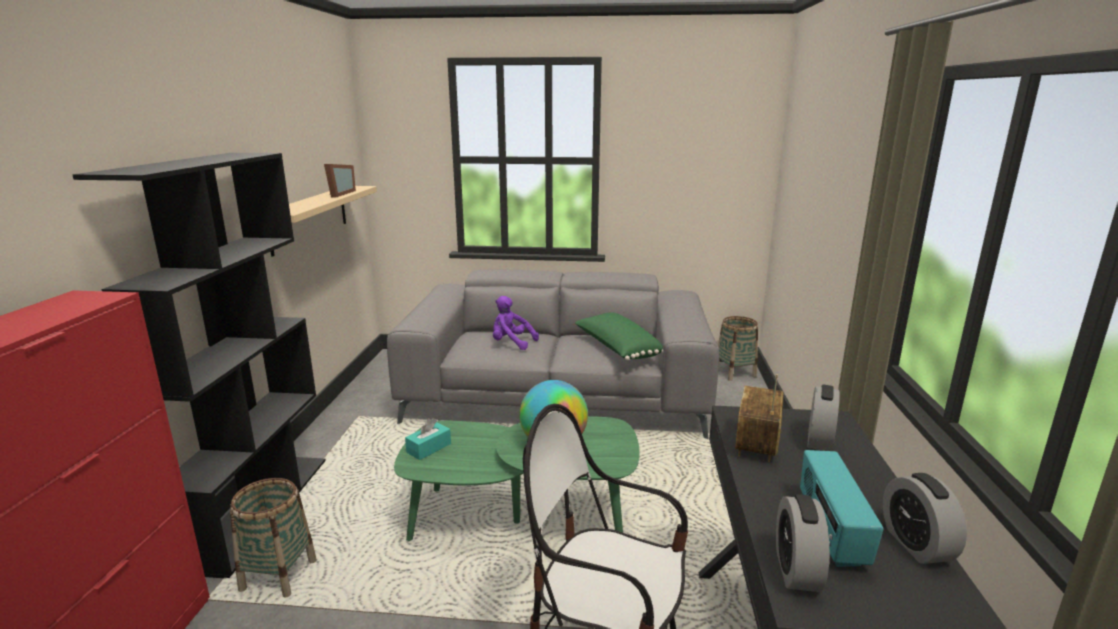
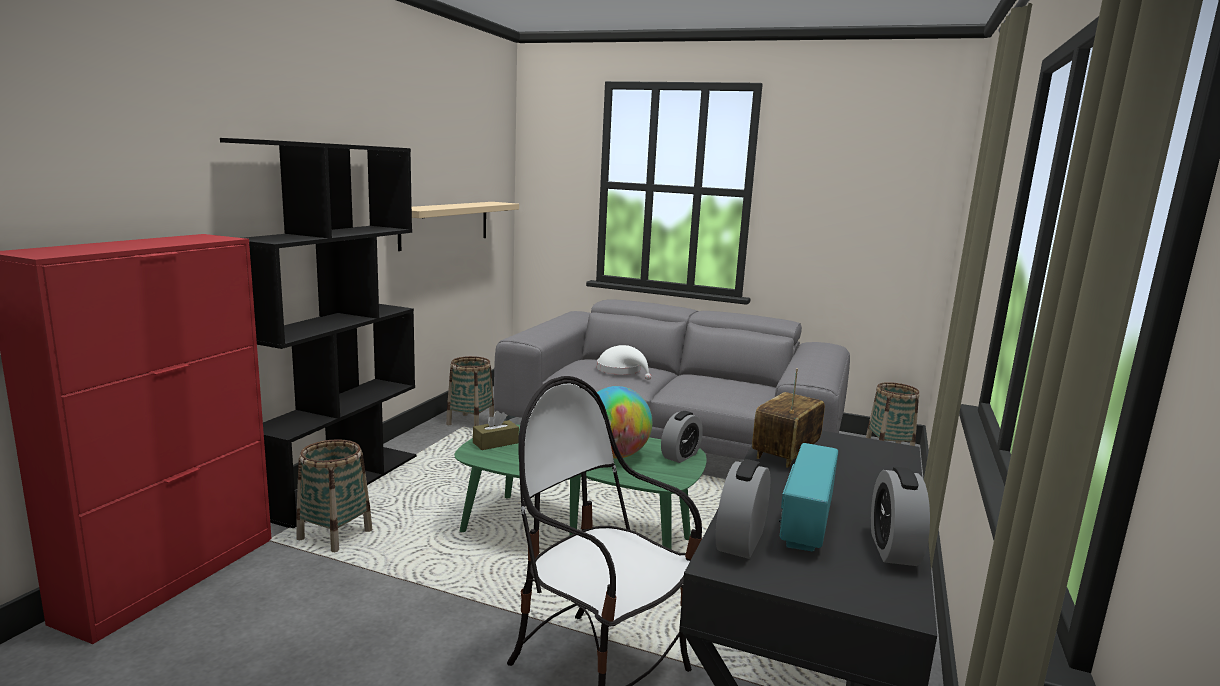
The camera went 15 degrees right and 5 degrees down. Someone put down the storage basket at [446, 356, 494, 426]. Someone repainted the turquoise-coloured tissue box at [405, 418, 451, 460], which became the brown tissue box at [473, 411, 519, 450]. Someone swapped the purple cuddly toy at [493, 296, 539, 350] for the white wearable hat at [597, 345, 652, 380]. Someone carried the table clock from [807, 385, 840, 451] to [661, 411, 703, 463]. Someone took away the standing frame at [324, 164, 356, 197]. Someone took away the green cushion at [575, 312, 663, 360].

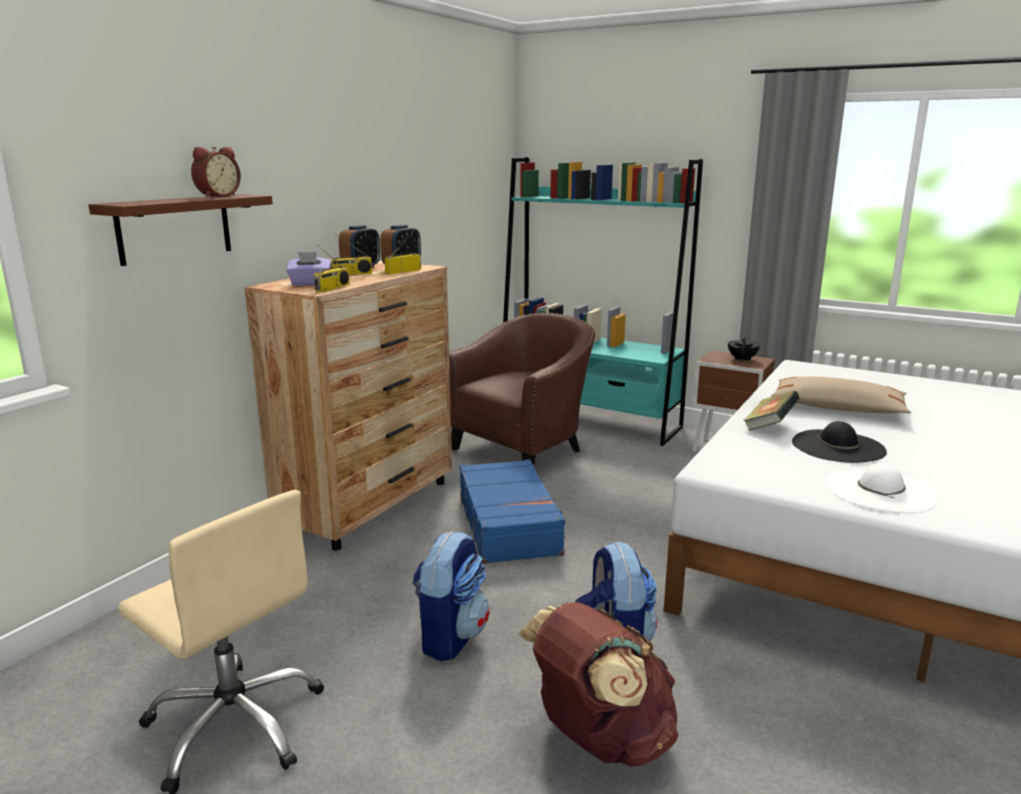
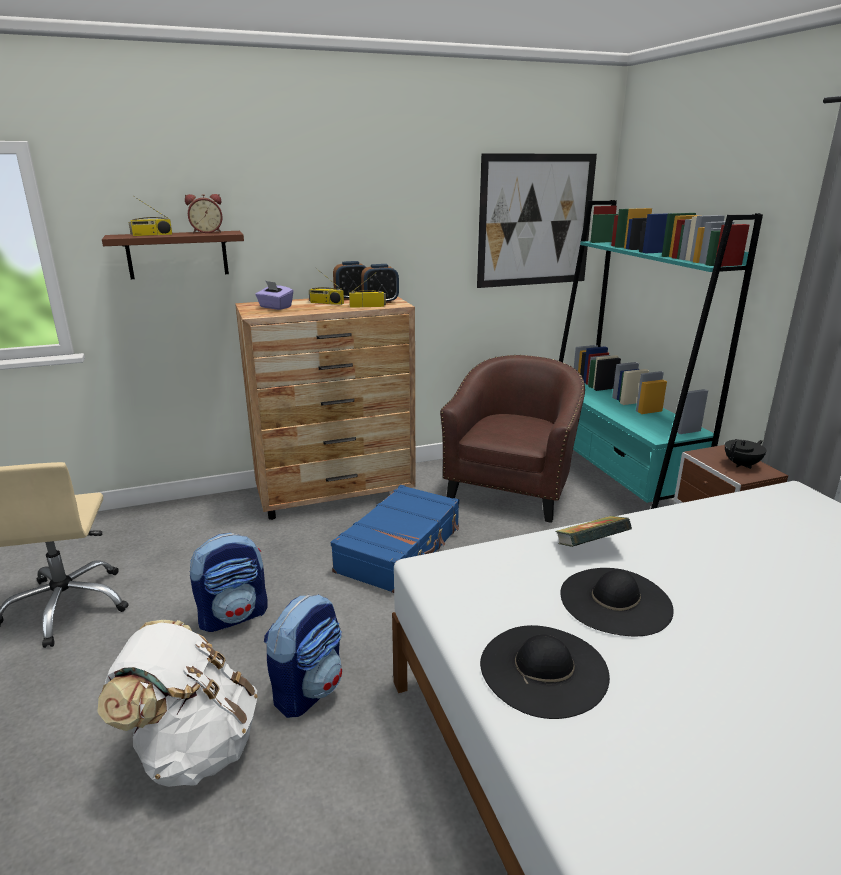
The camera went 40 degrees right and 5 degrees up. Someone repainted the brown rucksack at [517, 602, 678, 767], which became the white rucksack at [97, 620, 257, 787]. Someone carried the radio from [314, 244, 350, 292] to [129, 197, 172, 236]. Someone rotated the brown armchair at [449, 312, 595, 466] by 60 degrees counterclockwise. Someone put up the wall picture at [477, 153, 597, 288]. Someone repainted the white wearable hat at [827, 463, 937, 513], which became the black wearable hat at [480, 625, 610, 719]. Someone took away the beige-coloured cushion at [771, 376, 911, 413].

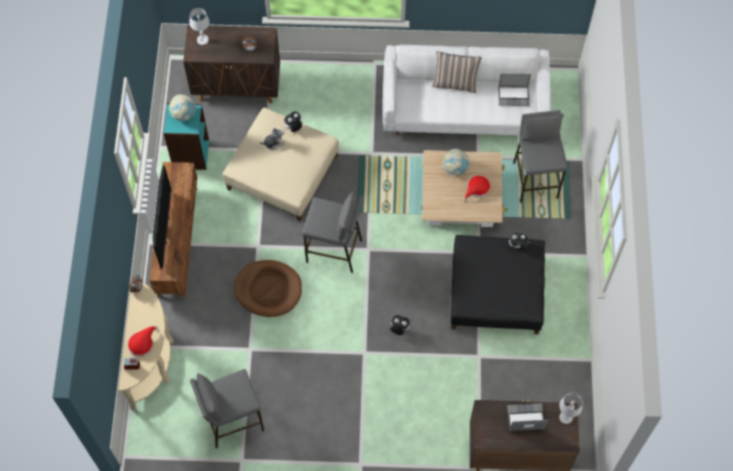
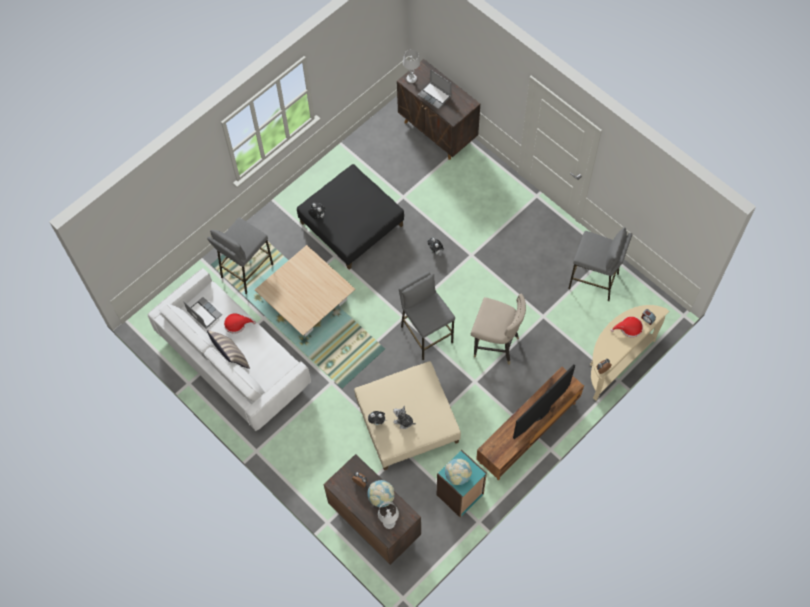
The camera went 135 degrees left and 0 degrees up. Someone carried the red wearable hat from [463, 175, 490, 202] to [224, 313, 256, 334]. Someone carried the globe from [443, 149, 470, 175] to [367, 480, 394, 507]. Someone swapped the brown dog cushion at [234, 260, 302, 317] for the beige-coloured sitting stool at [471, 294, 526, 364].

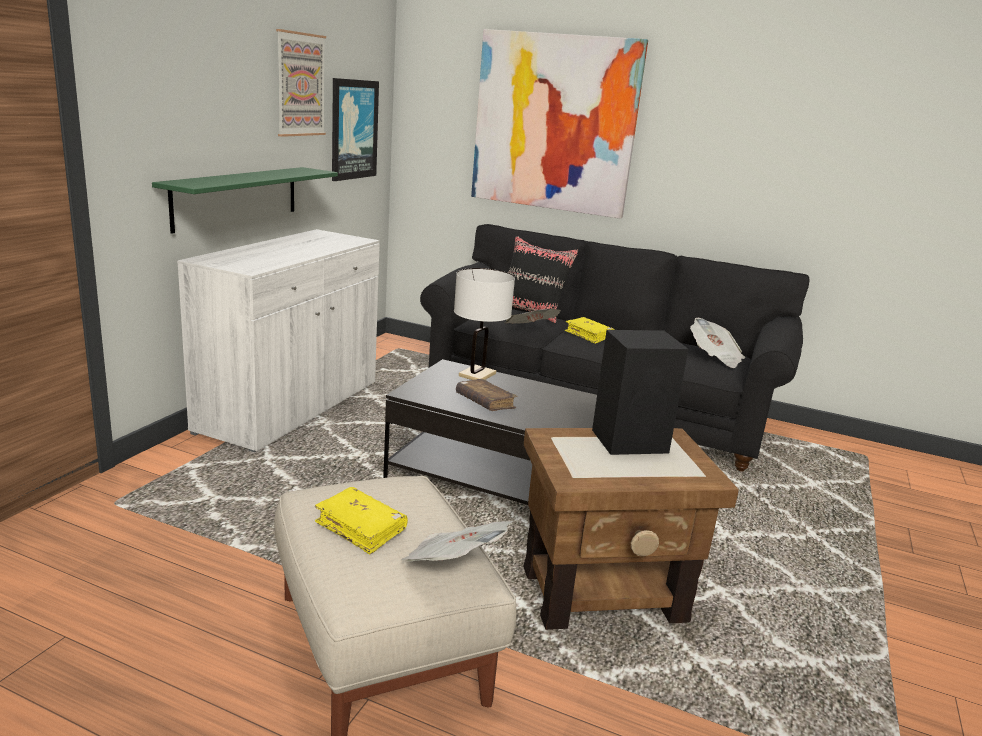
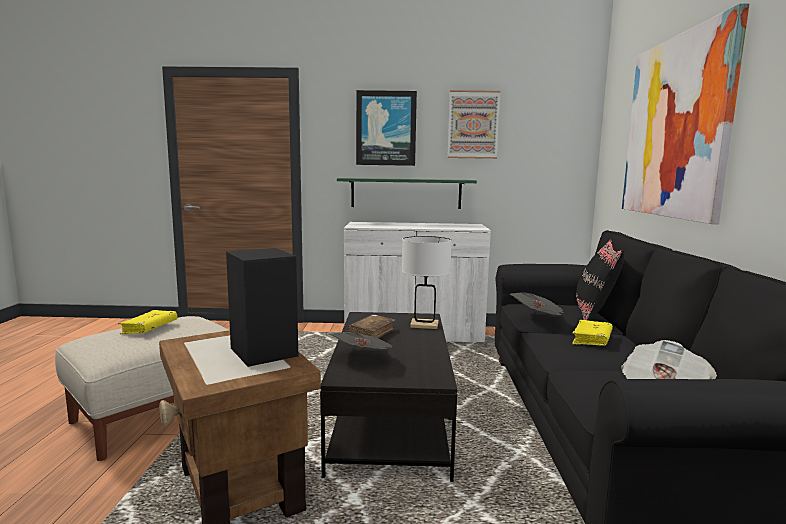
The camera went 70 degrees right and 10 degrees down. Someone carried the printed paper from [401, 521, 513, 561] to [329, 332, 392, 349]. Someone carried the wall picture from [332, 78, 379, 181] to [356, 90, 417, 166].

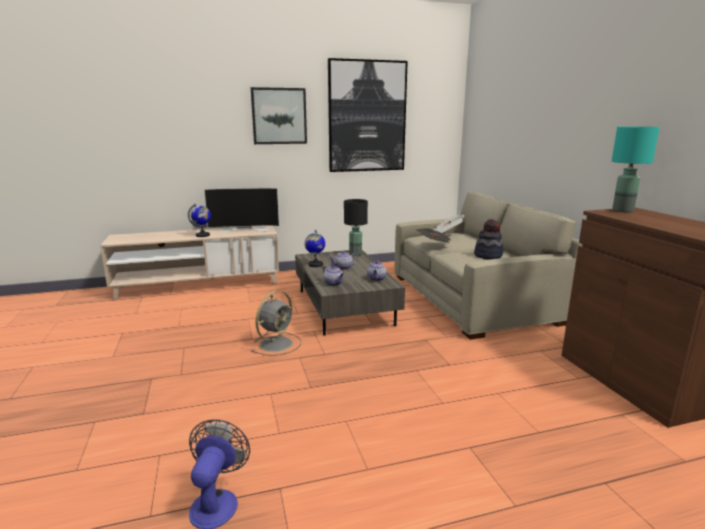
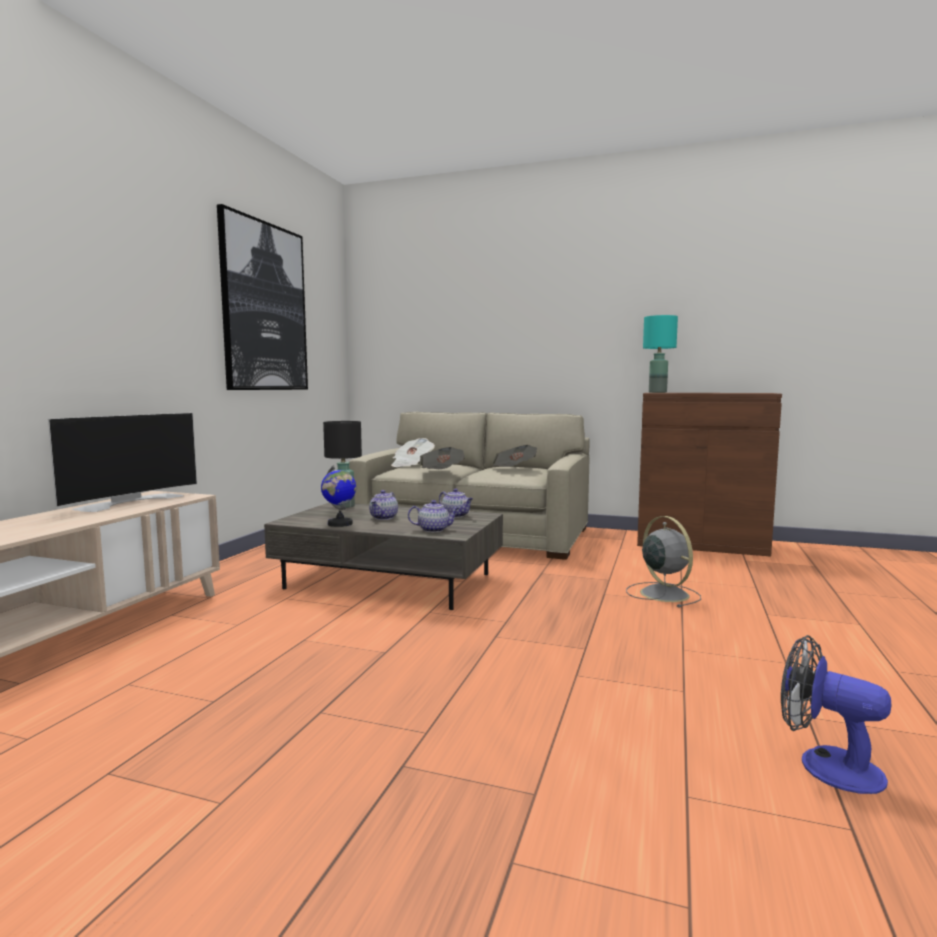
The camera went 55 degrees left and 10 degrees down. Someone swapped the wearable hat at [474, 219, 503, 260] for the printed paper at [492, 445, 538, 467]. Someone carried the grey electric fan from [251, 291, 301, 356] to [626, 516, 701, 608]. Someone took away the globe at [188, 204, 211, 237]. Someone took away the wall picture at [251, 87, 307, 144].

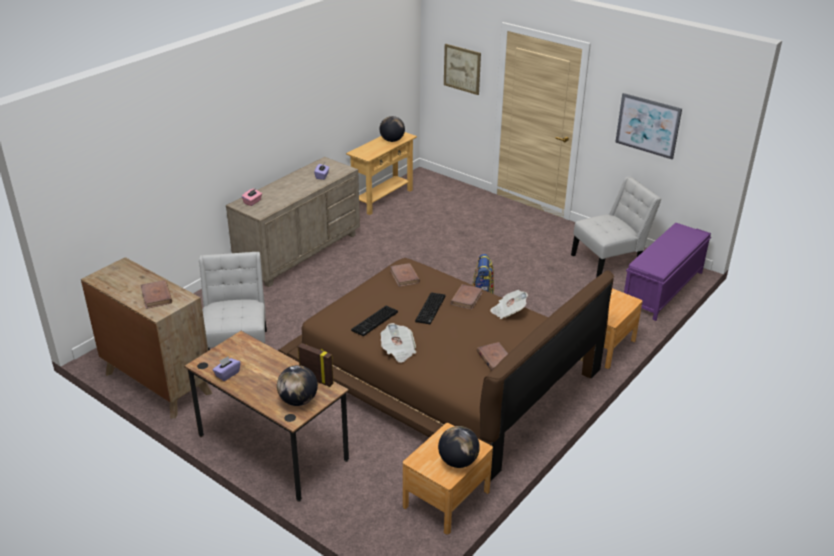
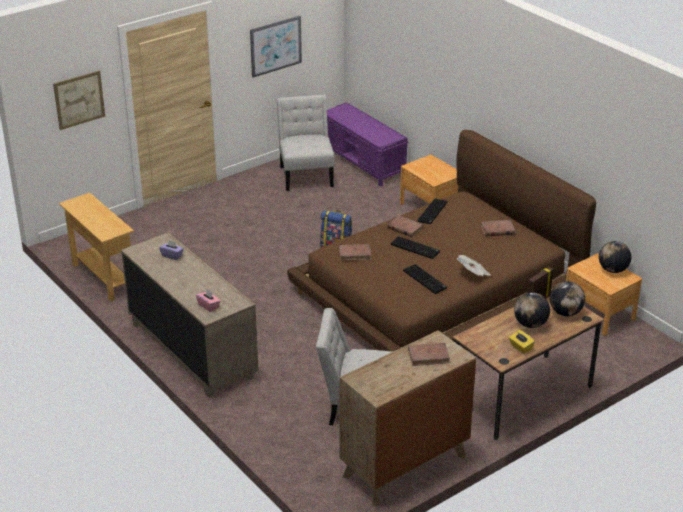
The camera went 75 degrees left and 0 degrees up. Someone swapped the printed paper at [490, 290, 528, 319] for the keyboard at [417, 198, 447, 224]. Someone repainted the purple tissue box at [213, 356, 240, 381], which became the yellow-coloured tissue box at [509, 330, 535, 354]. Someone carried the globe from [380, 116, 405, 142] to [514, 292, 550, 328].

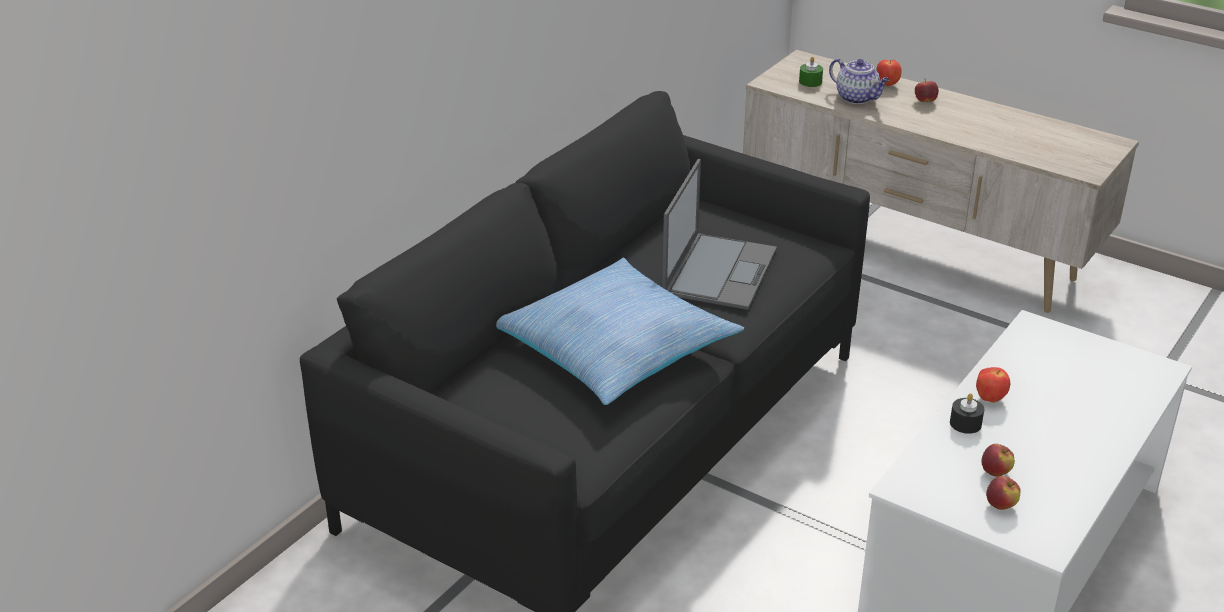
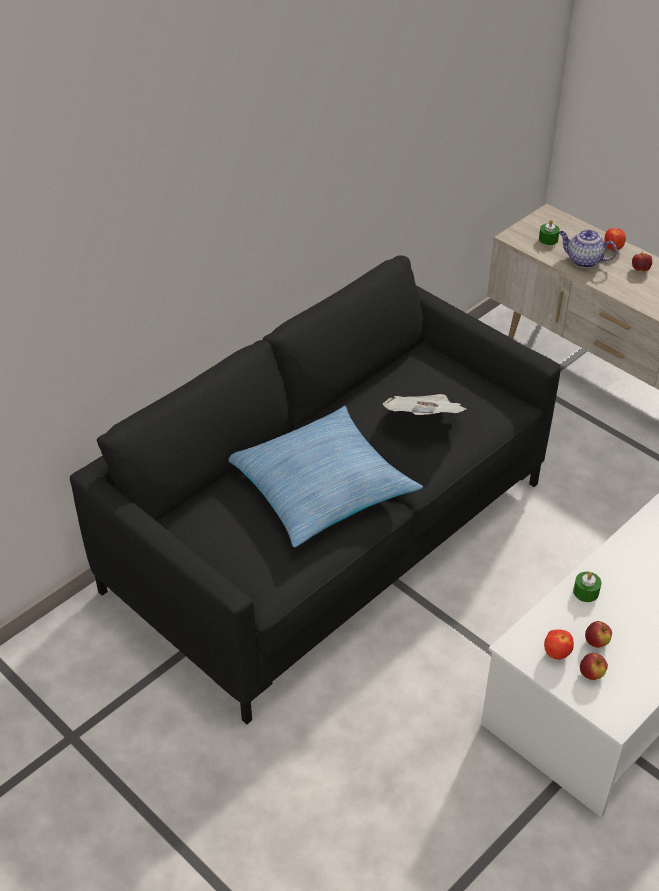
The camera went 10 degrees right and 10 degrees up. Someone swapped the laptop at [662, 159, 777, 310] for the printed paper at [383, 394, 468, 415]. Someone carried the apple fruit from [976, 367, 1010, 402] to [544, 630, 574, 660]. Someone rotated the tea pot at [829, 59, 890, 104] by 150 degrees clockwise. Someone repainted the black wax light at [950, 393, 985, 434], which became the green wax light at [573, 572, 602, 602].

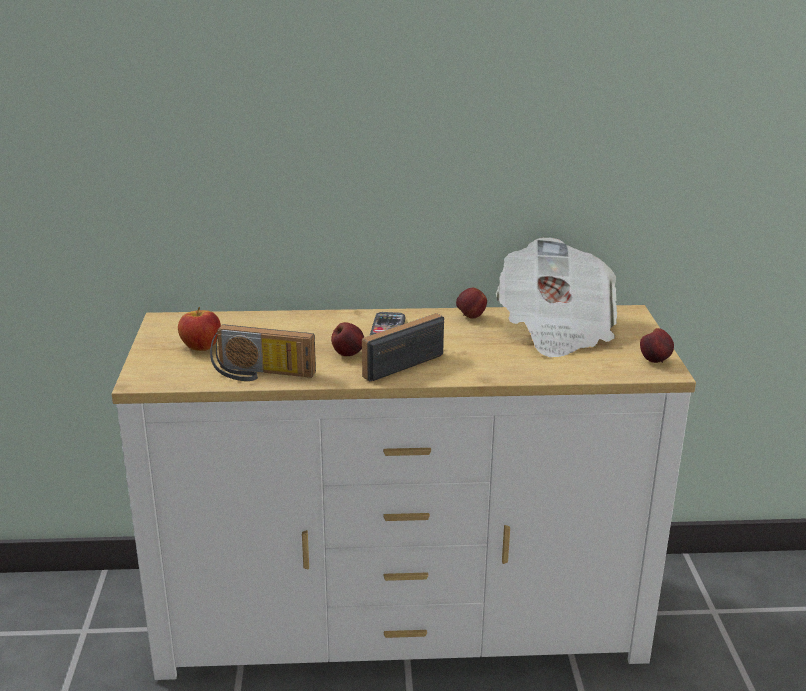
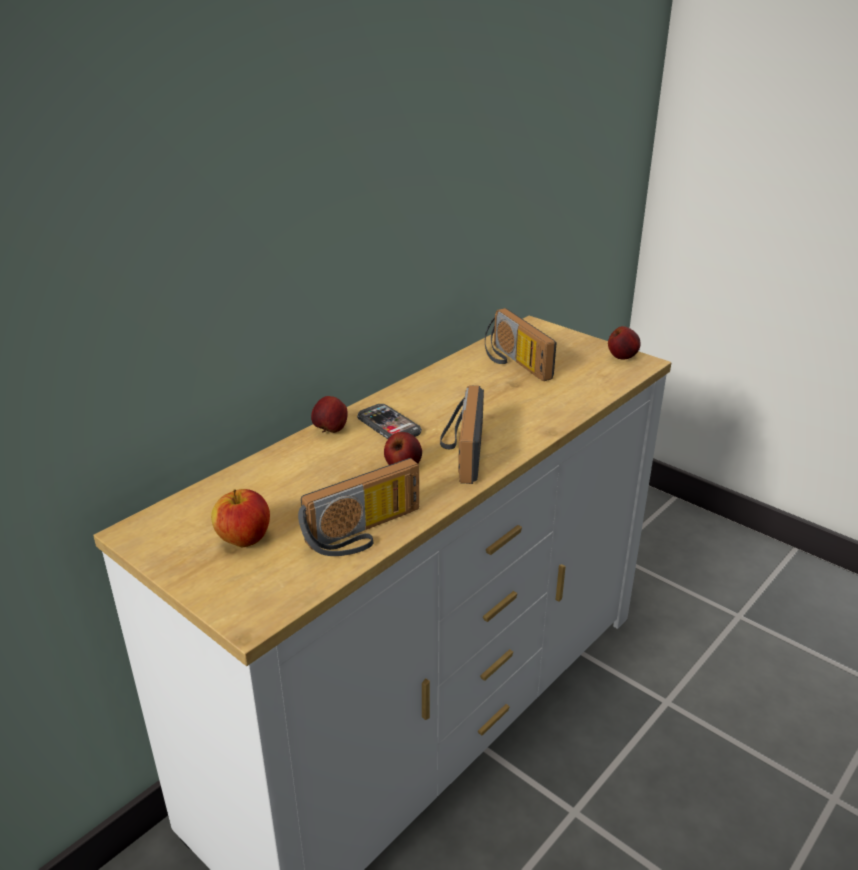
The camera went 45 degrees left and 5 degrees up. Someone carried the apple fruit from [456, 288, 487, 319] to [311, 396, 348, 433]. Someone swapped the printed paper at [496, 238, 617, 357] for the radio at [485, 308, 557, 381].

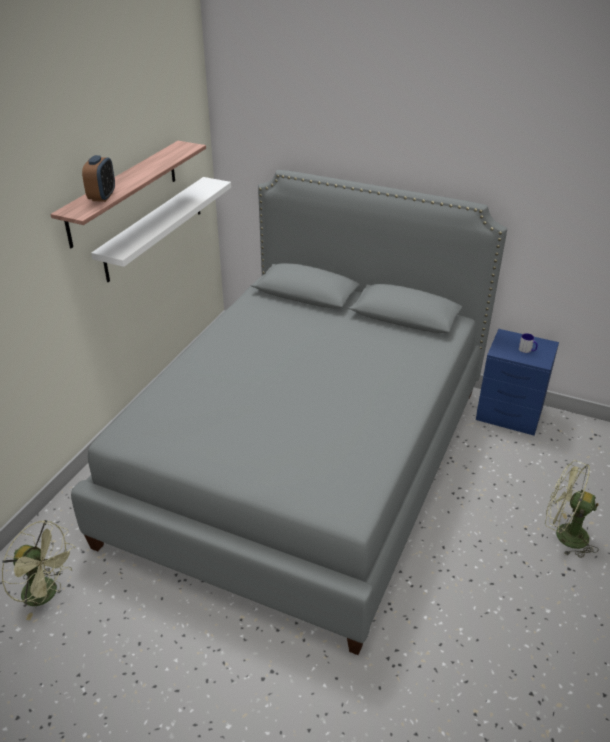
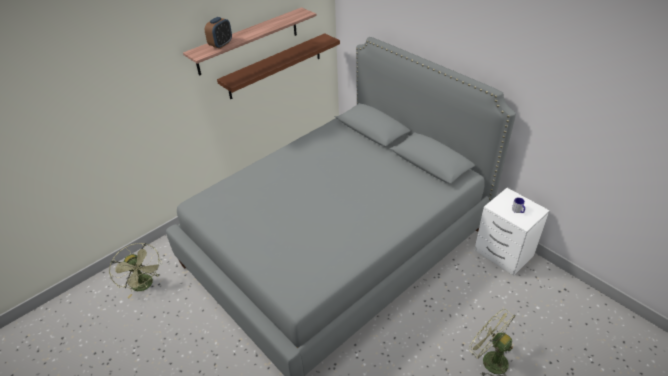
The camera went 25 degrees right and 5 degrees up. Someone repainted the white shelf at [91, 177, 231, 282], which became the brown shelf at [217, 33, 340, 99]. Someone repainted the blue night table at [476, 329, 559, 436], which became the white night table at [475, 188, 550, 276].

